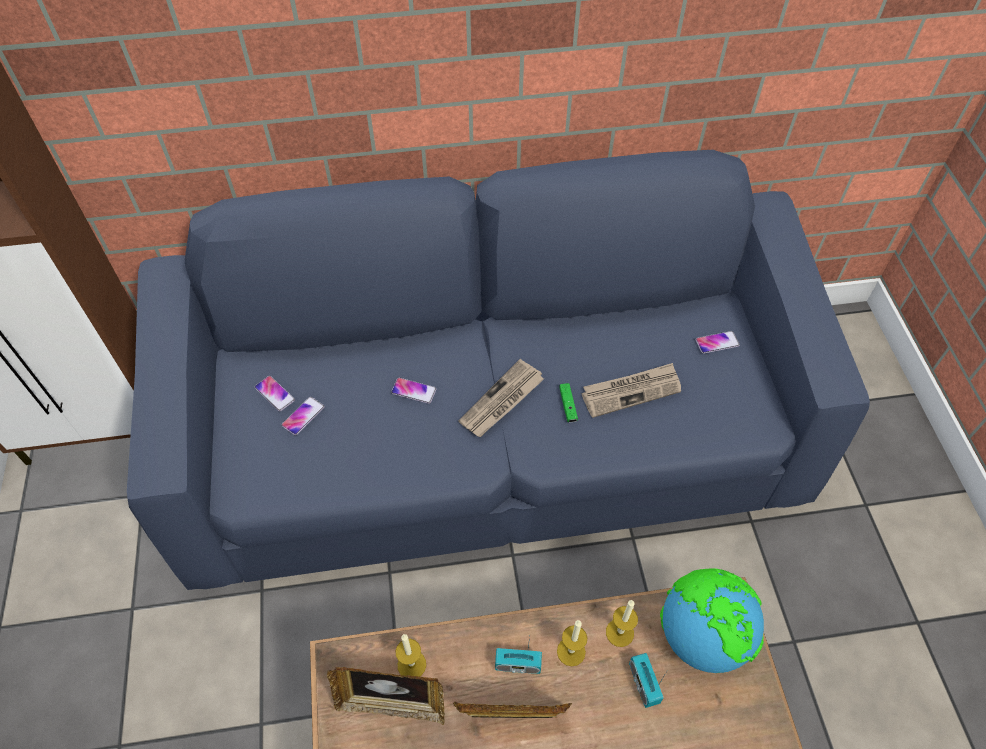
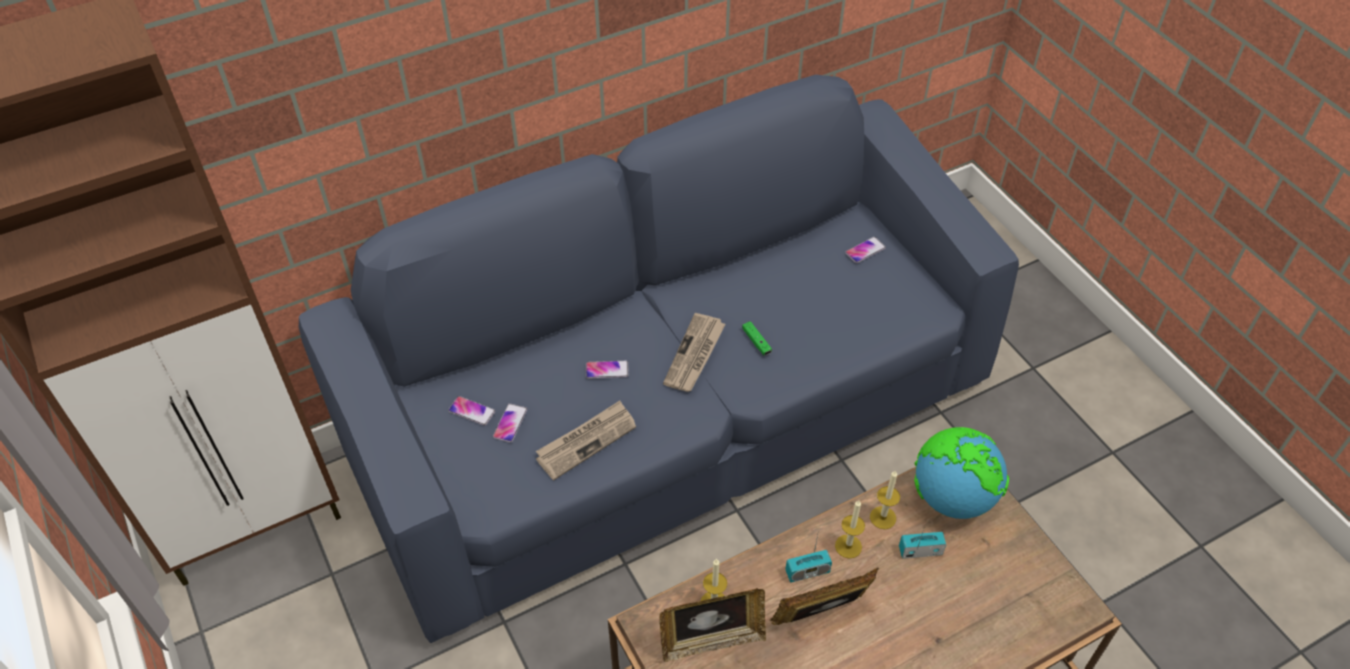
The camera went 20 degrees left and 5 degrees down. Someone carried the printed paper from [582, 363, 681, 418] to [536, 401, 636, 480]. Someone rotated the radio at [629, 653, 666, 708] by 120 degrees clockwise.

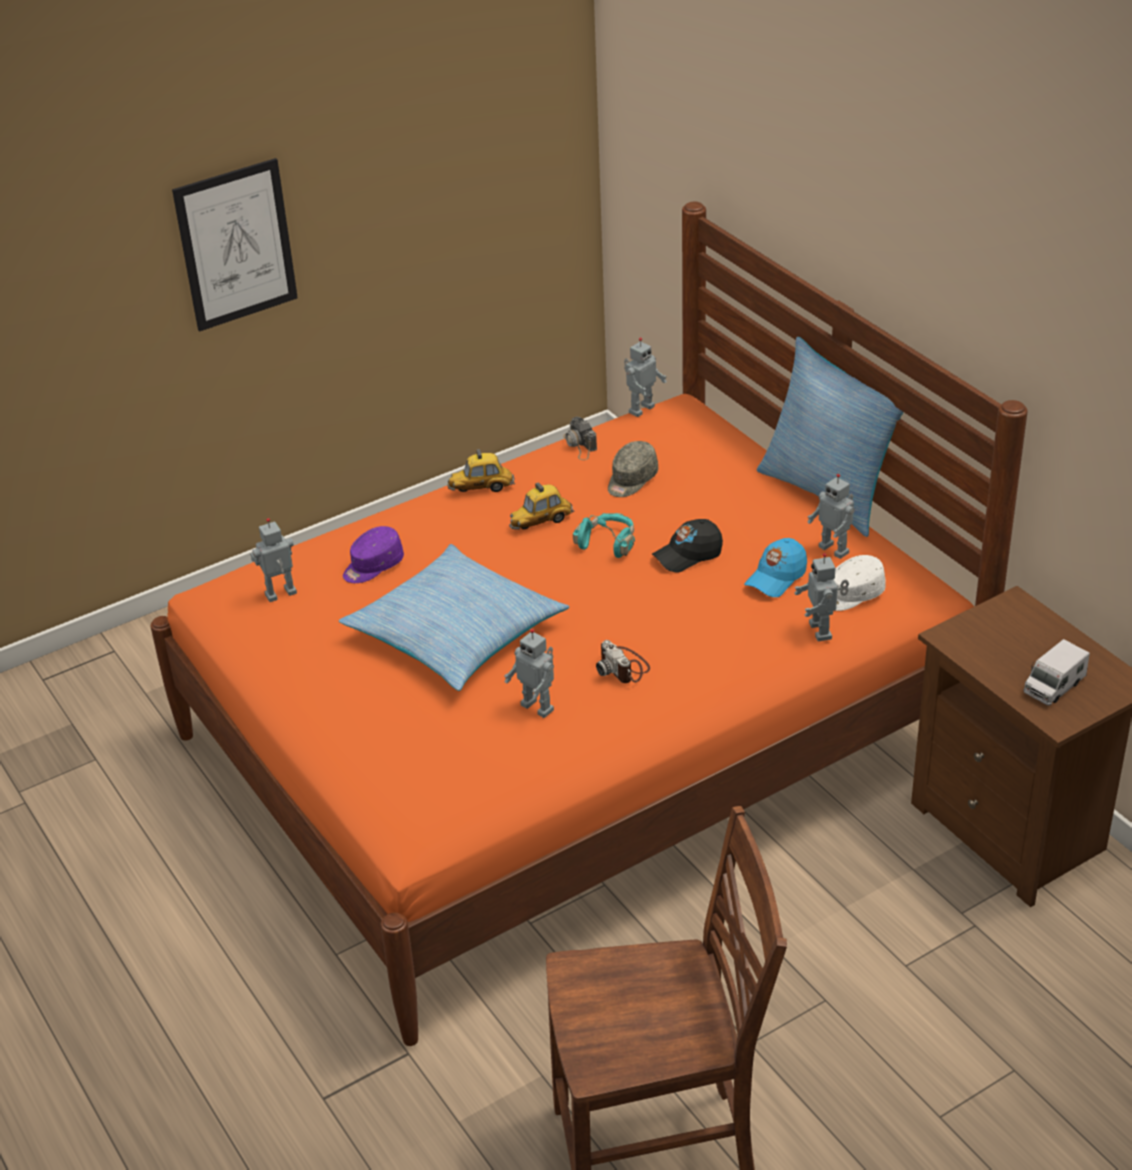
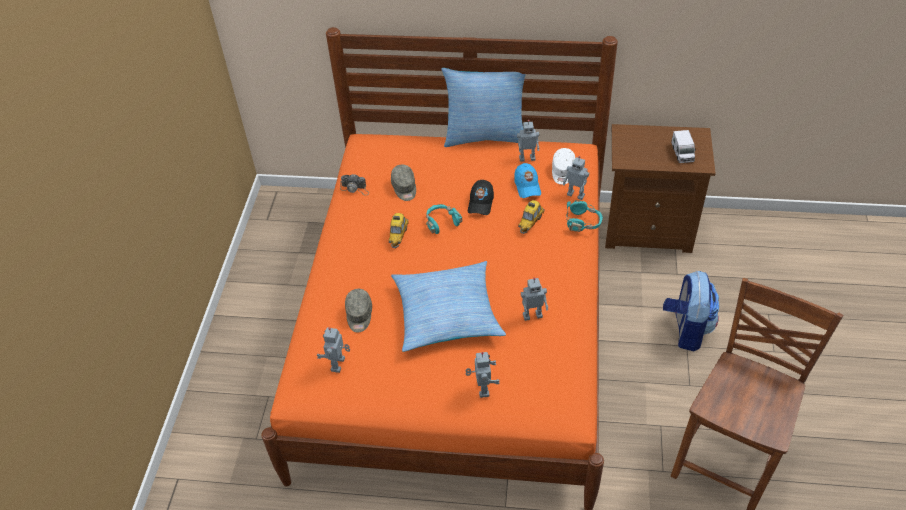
The camera went 50 degrees left and 10 degrees up. Someone repainted the purple cap at [343, 526, 404, 583], which became the grey cap at [345, 289, 372, 332]. Someone carried the model robot from [624, 337, 667, 417] to [465, 352, 500, 398]. Someone carried the toy car from [447, 449, 515, 492] to [518, 200, 545, 234]. Someone put down the turquoise-coloured headset at [566, 200, 603, 232]. Someone put down the rucksack at [663, 271, 719, 351]. Someone took away the wall picture at [172, 158, 298, 331]. Someone took away the still camera at [596, 640, 650, 683].

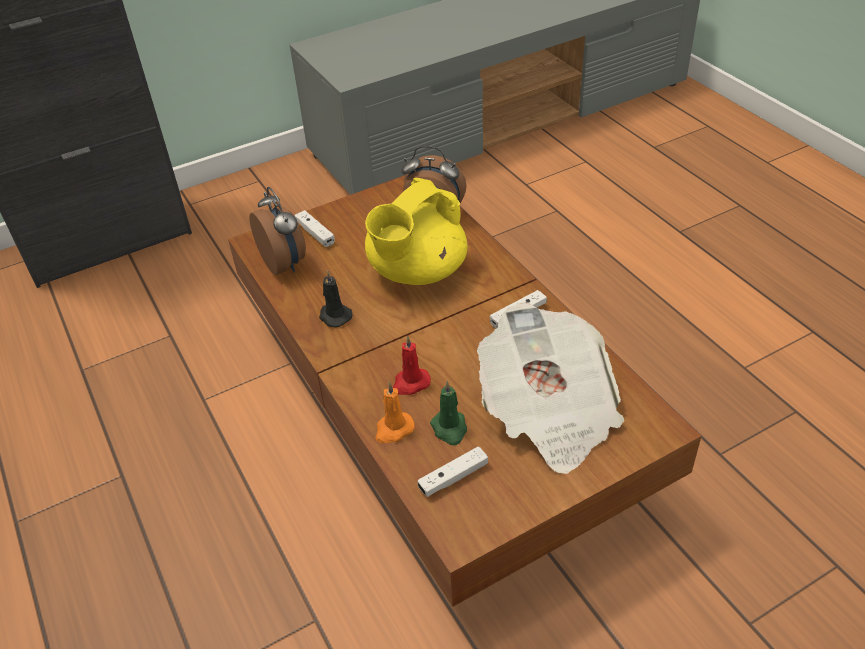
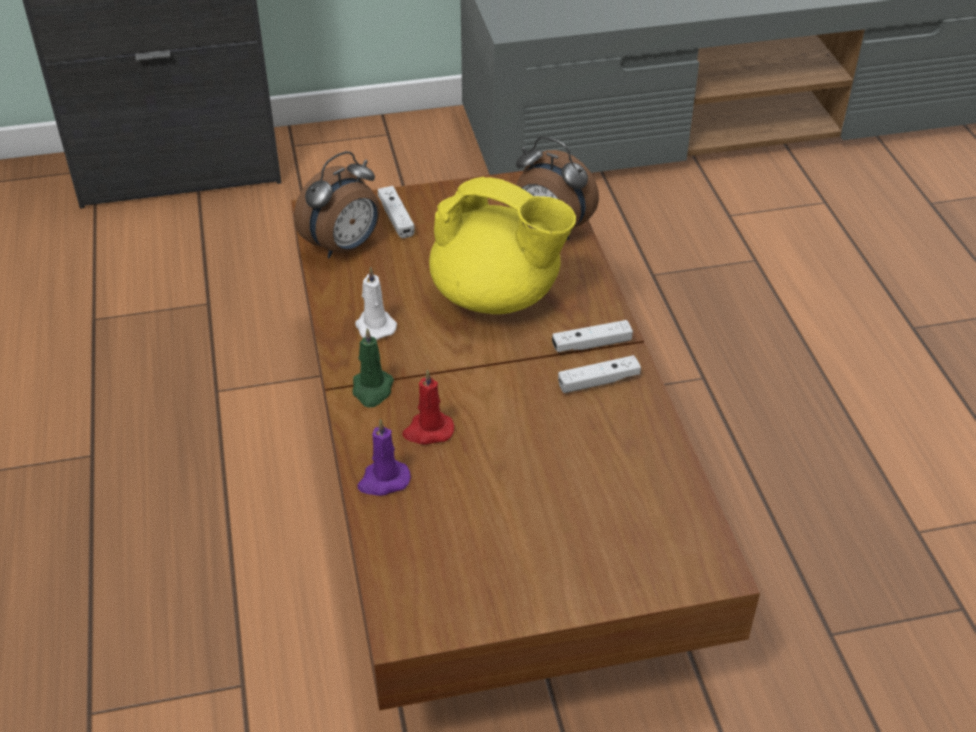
The camera went 15 degrees right and 0 degrees up. Someone rotated the table clock at [249, 187, 306, 275] by 60 degrees clockwise. Someone carried the green wax light from [430, 381, 467, 445] to [353, 328, 394, 408]. Someone repainted the black wax light at [319, 270, 353, 327], which became the white wax light at [355, 266, 397, 340]. Someone repainted the orange-coloured wax light at [375, 382, 415, 443], which became the purple wax light at [358, 419, 411, 496]. Someone rotated the yellow-coloured tea pot at [365, 178, 467, 285] by 120 degrees counterclockwise. Someone carried the white joypad from [418, 446, 488, 497] to [552, 320, 633, 352]. Someone took away the printed paper at [477, 302, 624, 474].

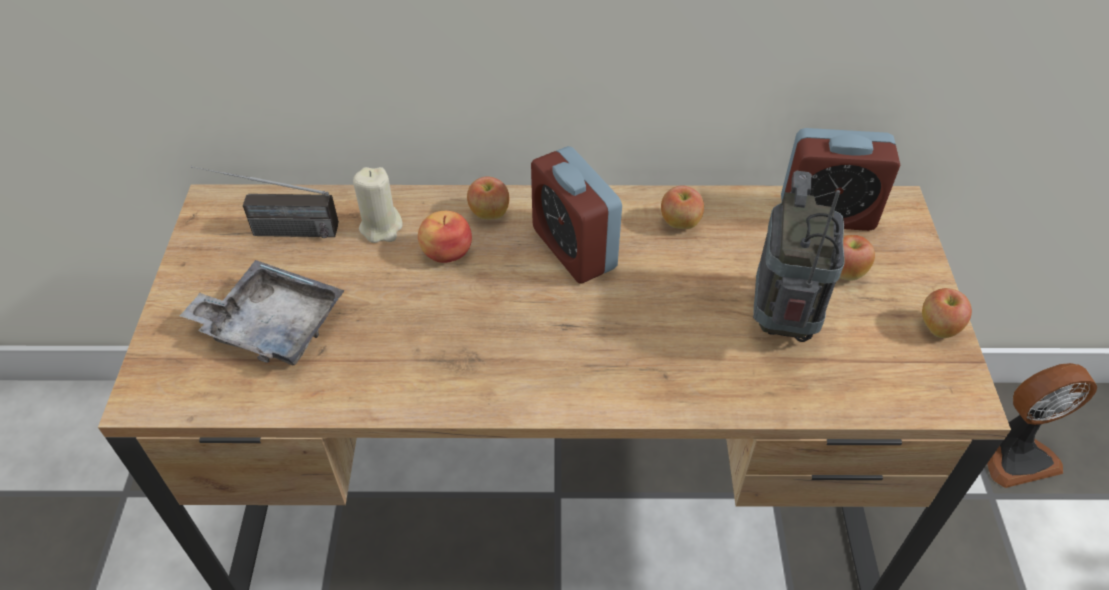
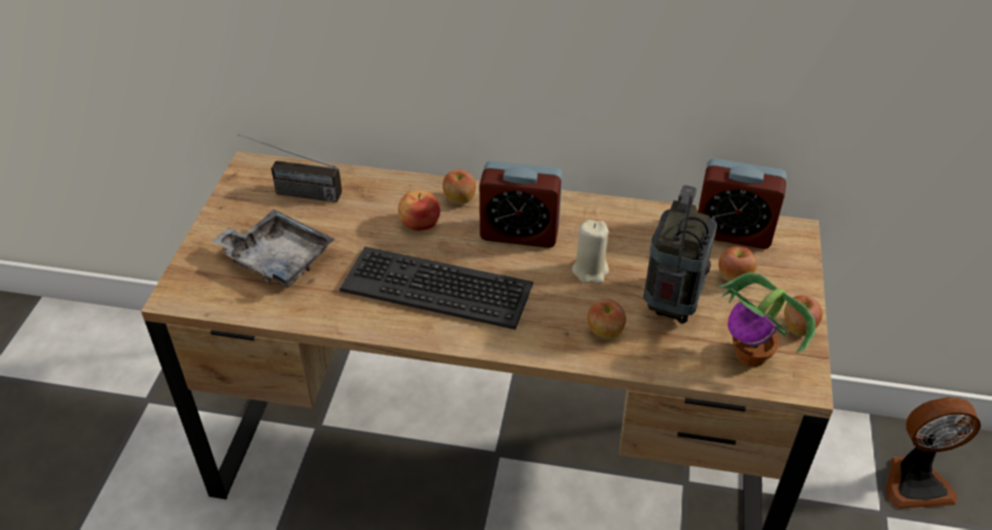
The camera went 10 degrees right and 5 degrees down. Someone put down the keyboard at [339, 247, 533, 330]. Someone rotated the table clock at [531, 146, 622, 283] by 60 degrees counterclockwise. Someone carried the beige-coloured wax light from [353, 167, 403, 243] to [572, 220, 609, 284]. Someone carried the apple fruit from [661, 185, 704, 229] to [587, 299, 626, 339]. Someone put down the plant in a pot at [718, 273, 815, 367].

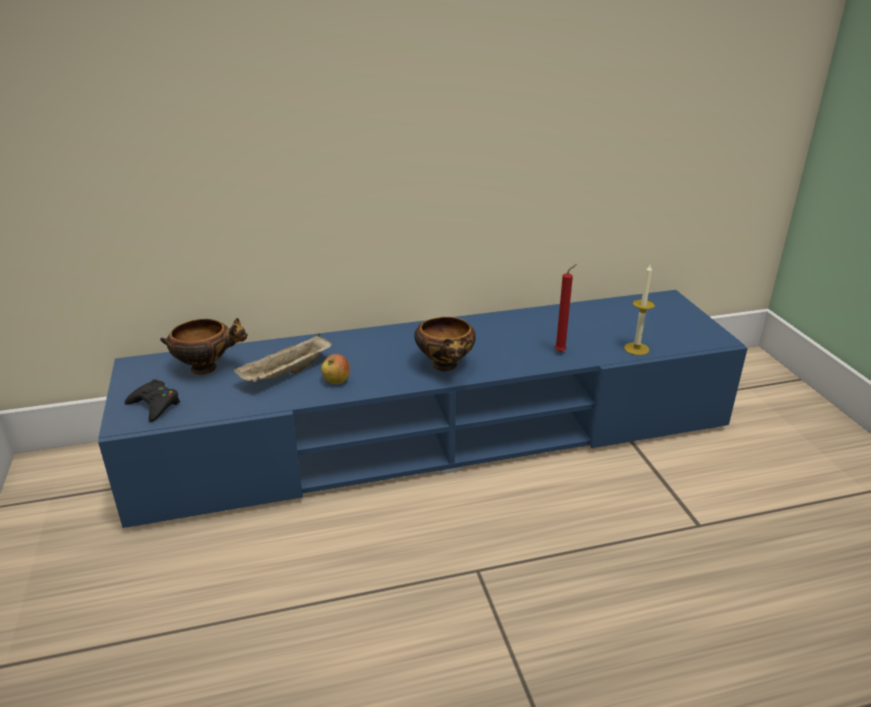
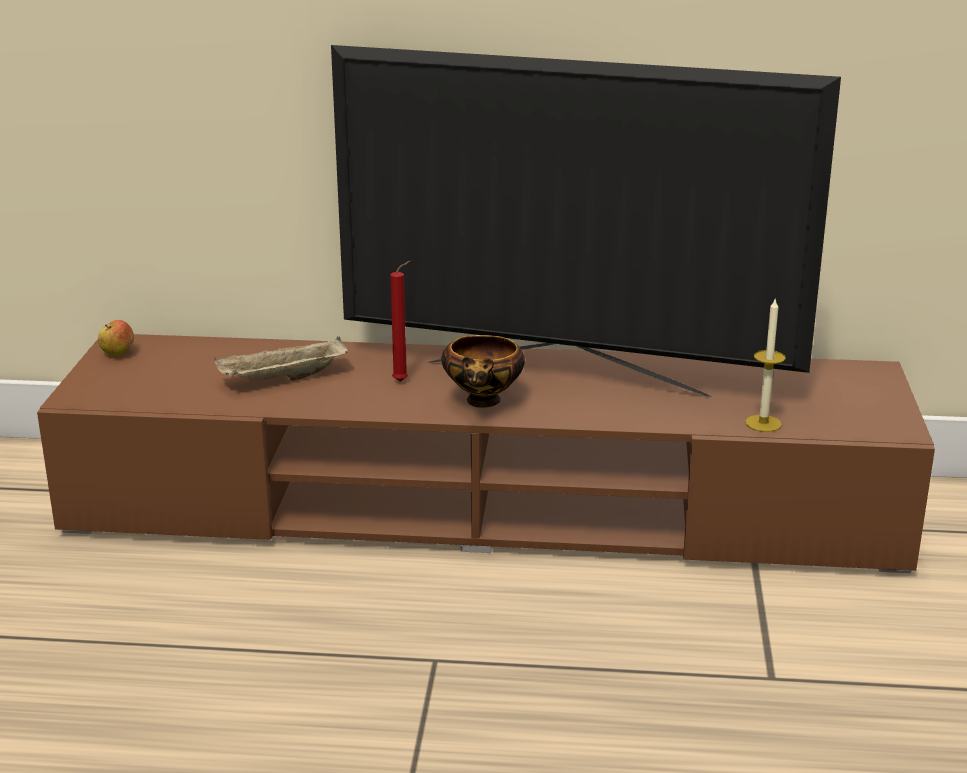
The camera went 20 degrees right and 5 degrees down. Someone repainted the blue tv unit at [98, 290, 748, 528], which became the brown tv unit at [37, 334, 935, 573]. Someone carried the apple fruit from [321, 354, 350, 384] to [98, 320, 134, 356]. Someone put down the television at [331, 45, 841, 397]. Someone carried the red wax light from [555, 264, 577, 352] to [390, 261, 411, 382]. Someone took away the black joypad at [125, 379, 180, 422]. Someone took away the deep dish at [160, 318, 248, 375].

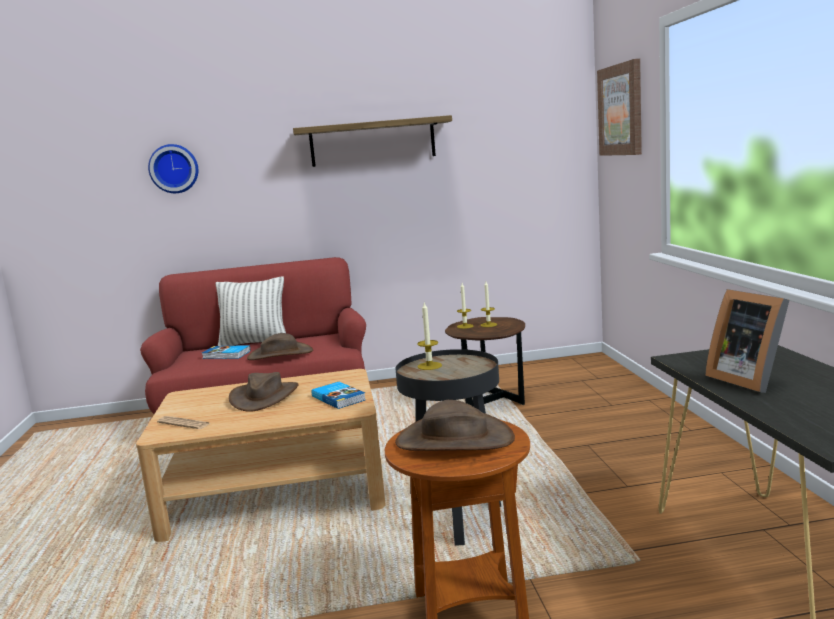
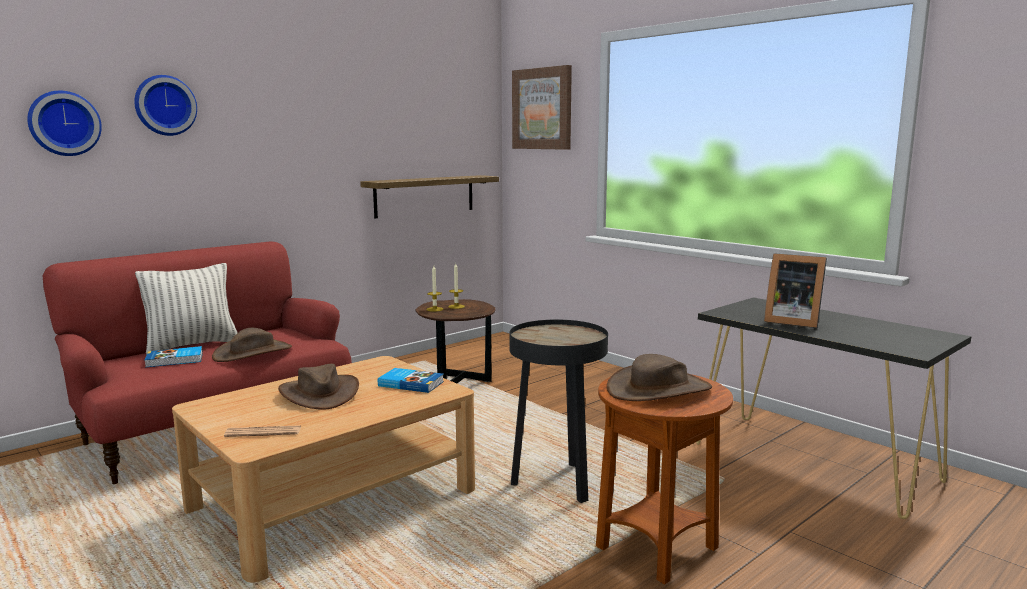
The camera went 35 degrees left and 0 degrees up. Someone put up the hanging clock at [134, 75, 197, 136]. Someone carried the shelf from [293, 115, 452, 167] to [360, 175, 499, 218]. Someone took away the wax light at [417, 303, 442, 370].

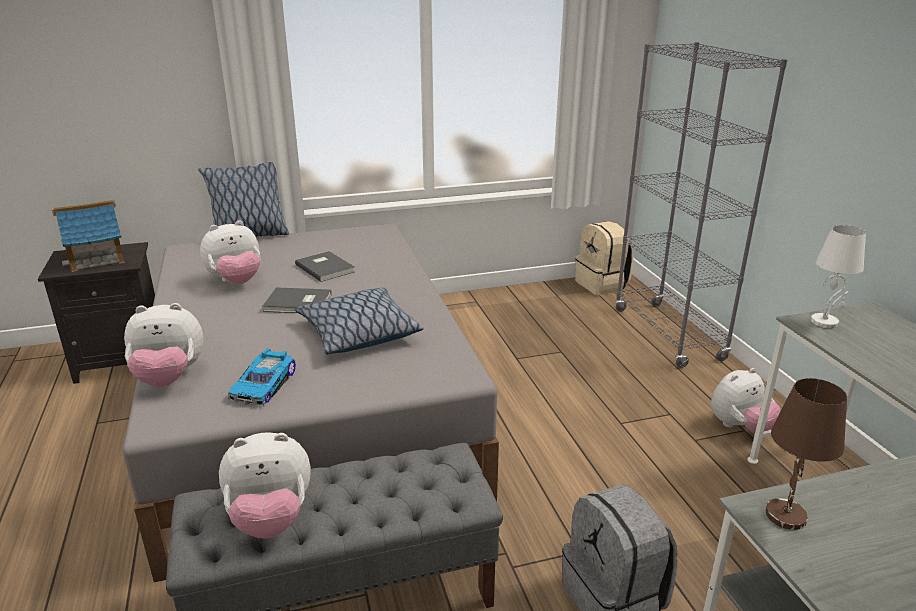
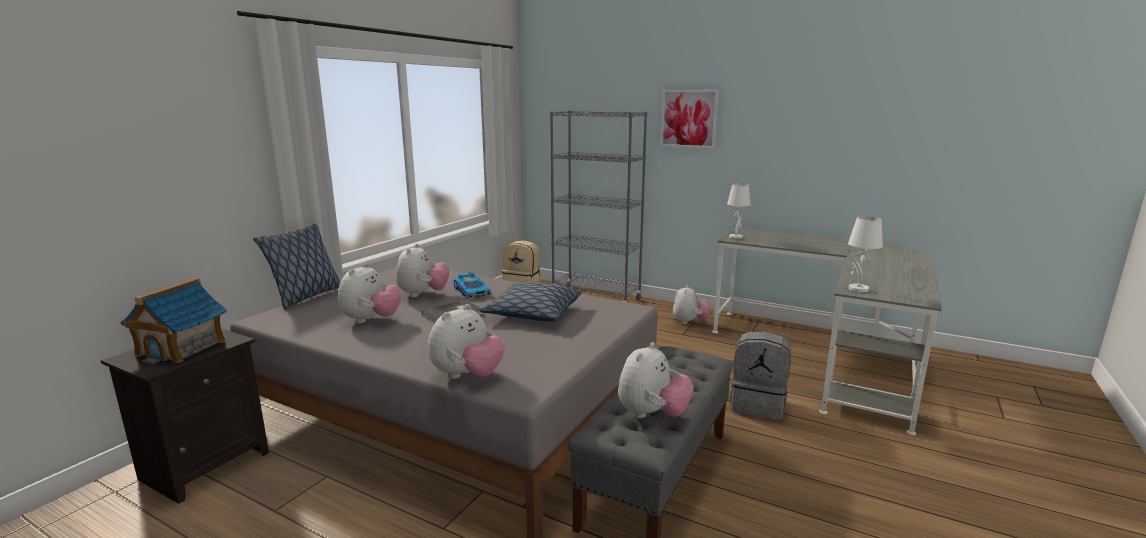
The camera went 45 degrees left and 10 degrees down. Someone swapped the grey volume at [295, 251, 355, 282] for the cuddly toy at [396, 244, 449, 297]. Someone carried the toy car from [228, 349, 296, 407] to [454, 272, 491, 299]. Someone put up the wall picture at [660, 90, 719, 149]. Someone repainted the brown tabletop lamp at [766, 378, 847, 530], which became the white tabletop lamp at [848, 216, 883, 292].

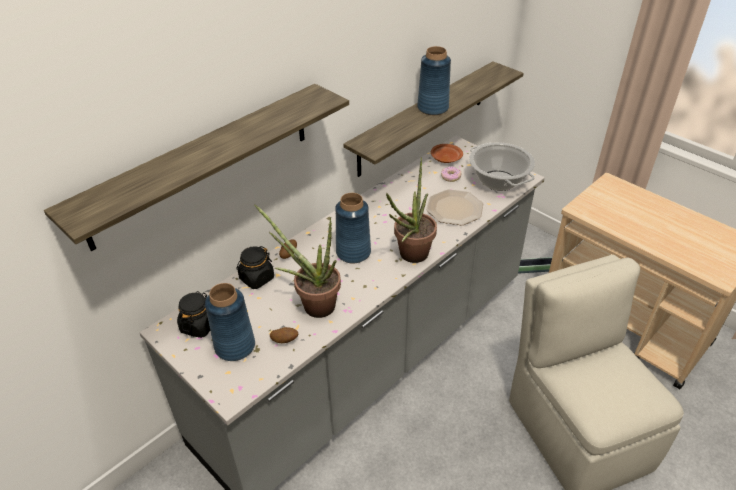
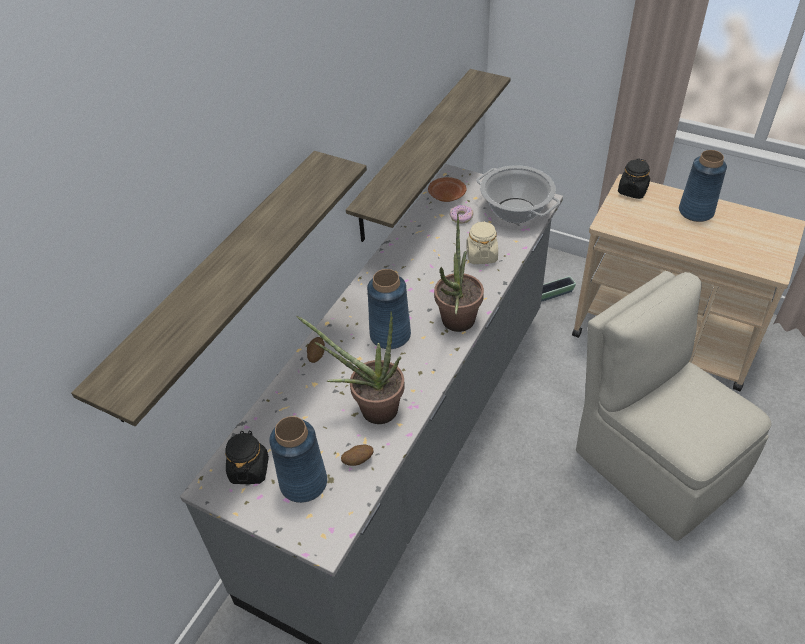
The camera went 15 degrees left and 5 degrees up. Someone swapped the plate at [426, 189, 483, 225] for the beige-coloured preserve jar at [466, 221, 498, 264]. Someone carried the black preserve jar from [236, 246, 274, 289] to [618, 158, 650, 199]. Someone carried the blue vase from [417, 46, 451, 115] to [679, 150, 727, 222].

